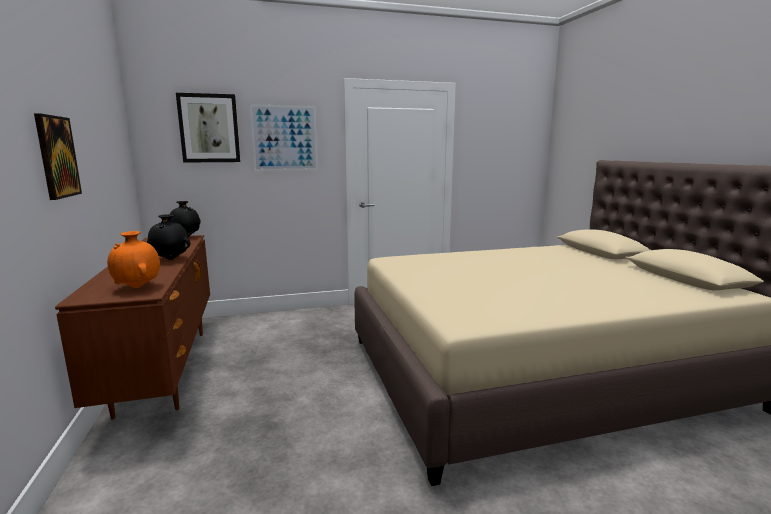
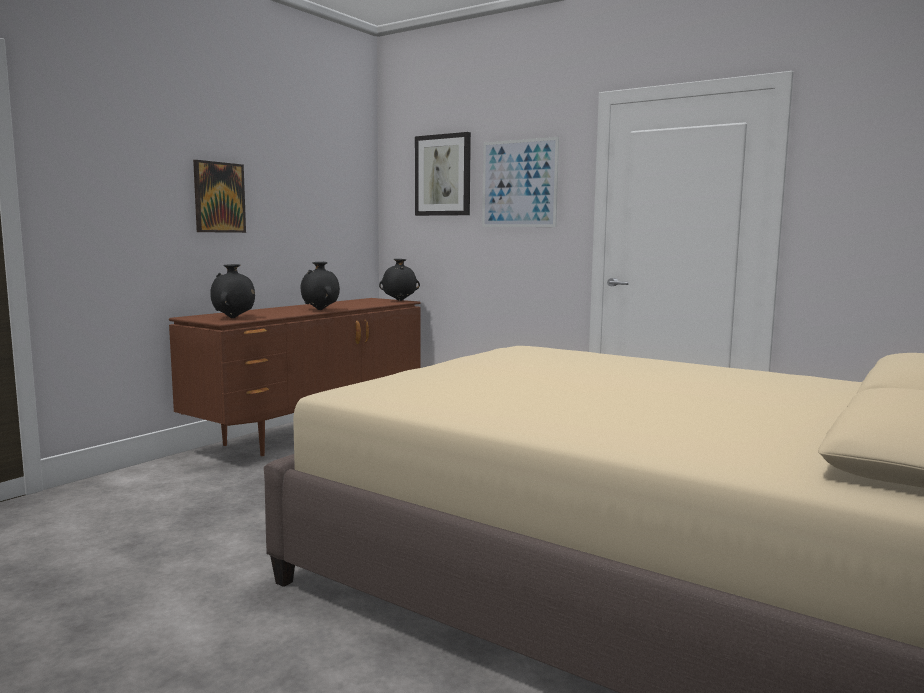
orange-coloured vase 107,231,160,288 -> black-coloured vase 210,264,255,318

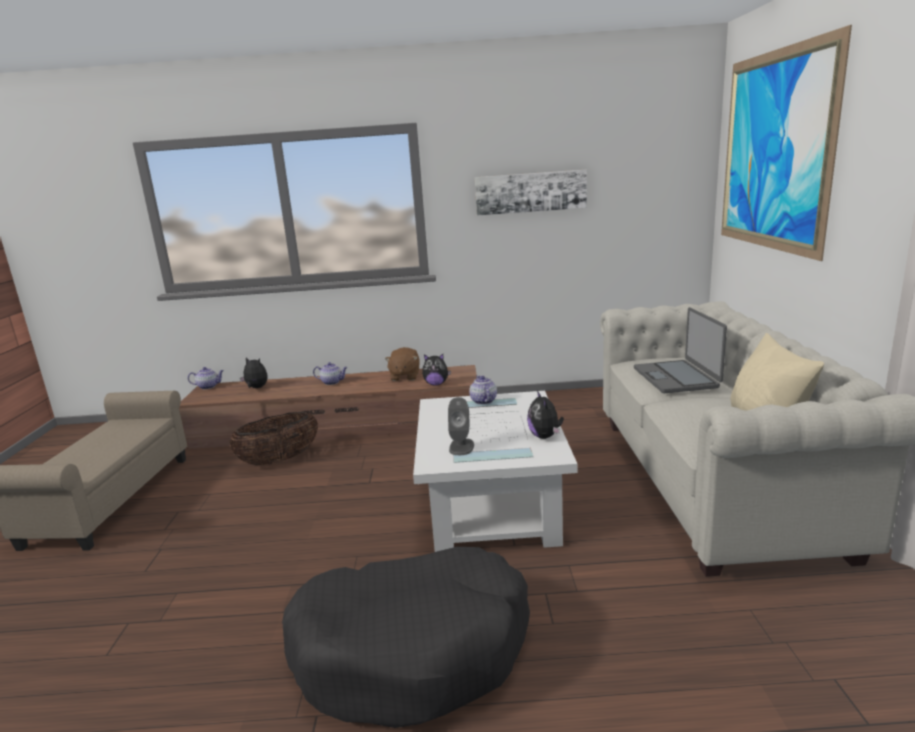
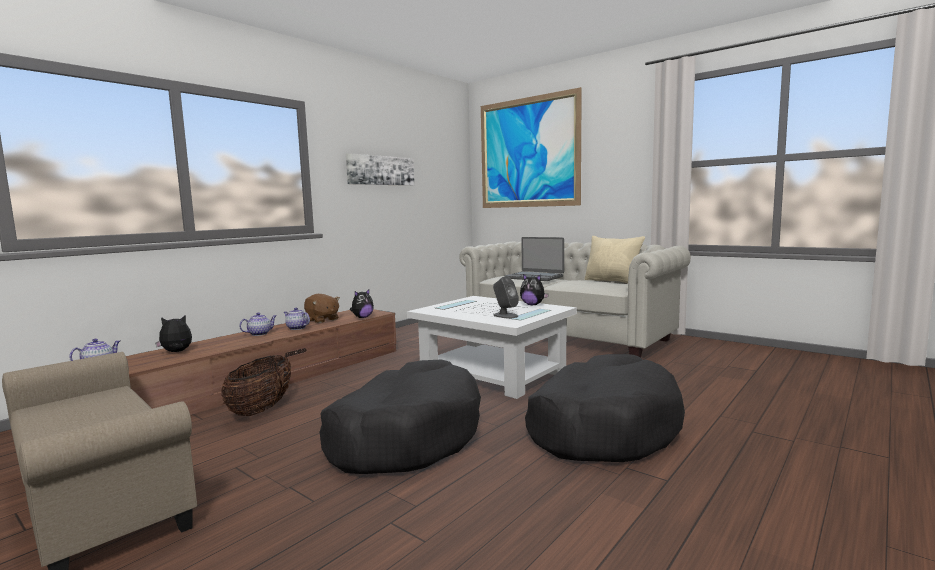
pot for tea 469,376,497,405 -> pot for tea 284,308,310,330, relocated
none -> black-coloured dog bed 320,360,481,474

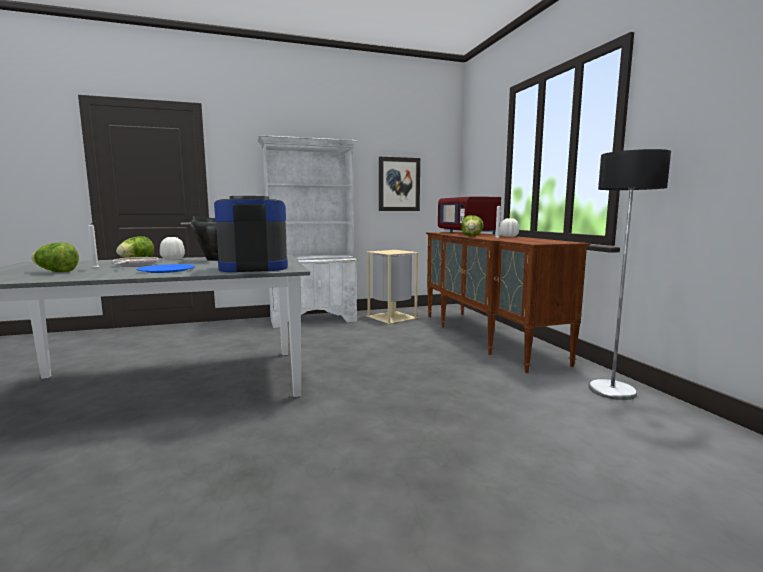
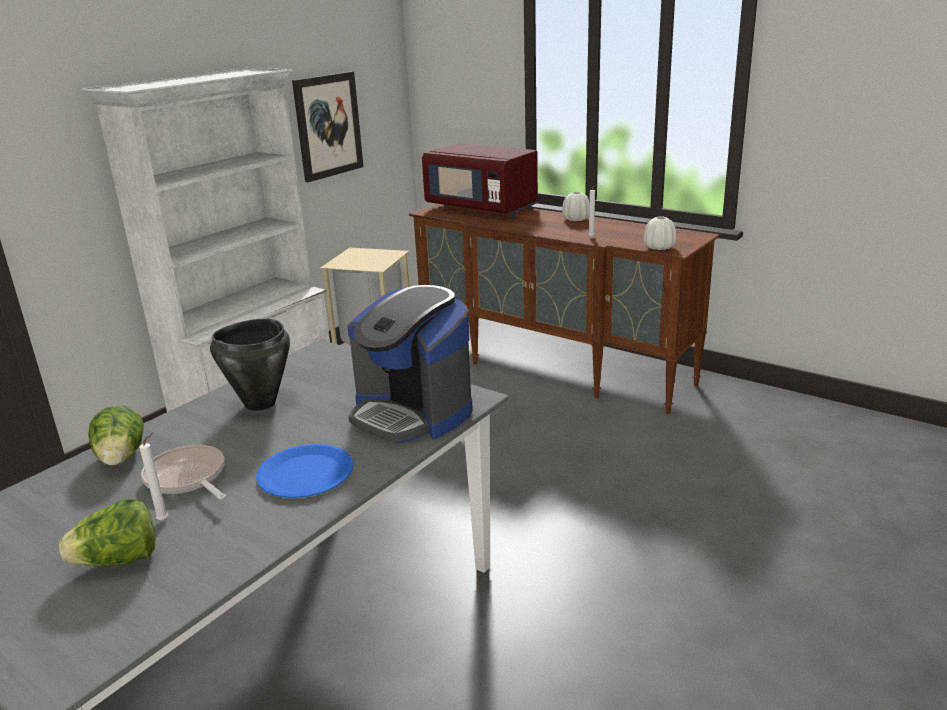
whitish vase 160,237,185,260 -> whitish vase 644,217,676,250, relocated
coffee brewer 214,196,288,272 -> coffee brewer 348,285,473,443, 90 degrees counterclockwise
head of lettuce 461,215,484,236 -> none
standing lamp 589,149,671,400 -> none

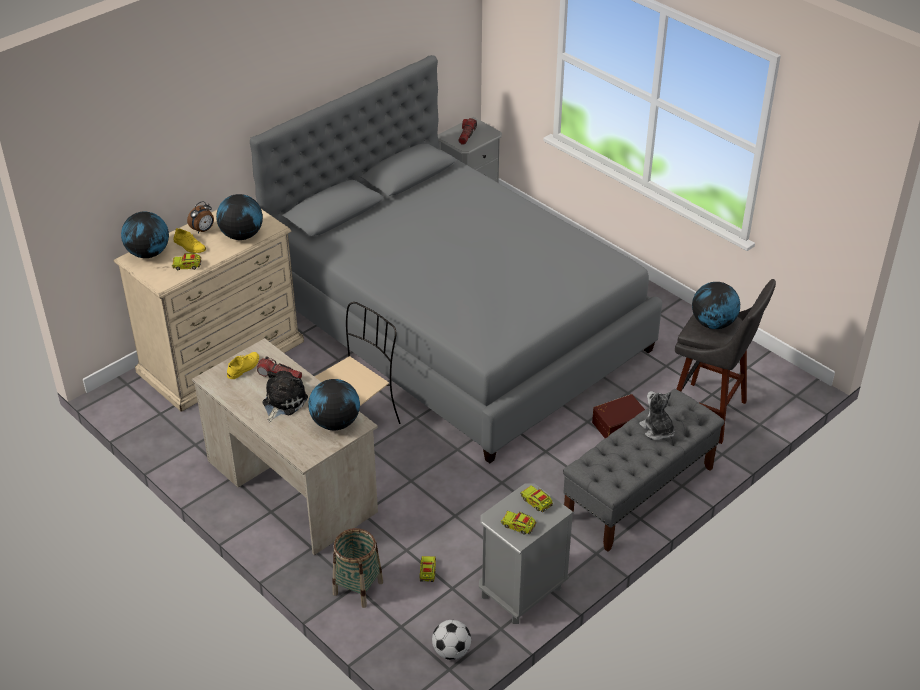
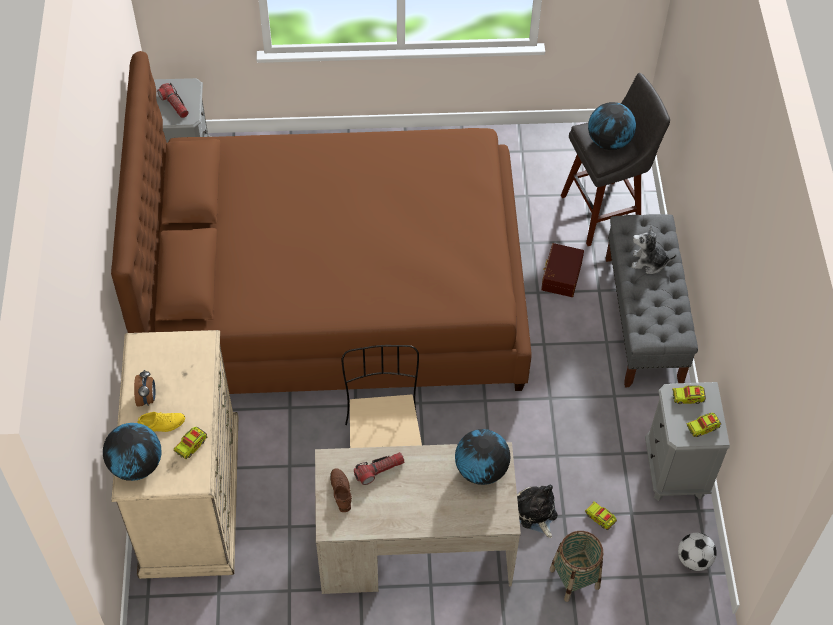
globe 216,194,263,240 -> none
yellowish low shoe 227,352,259,379 -> brown low shoe 330,468,352,512
grey bedroom bed 250,55,662,463 -> brown bedroom bed 111,51,532,394
cuddly toy 263,371,308,422 -> cuddly toy 517,485,557,538, relocated

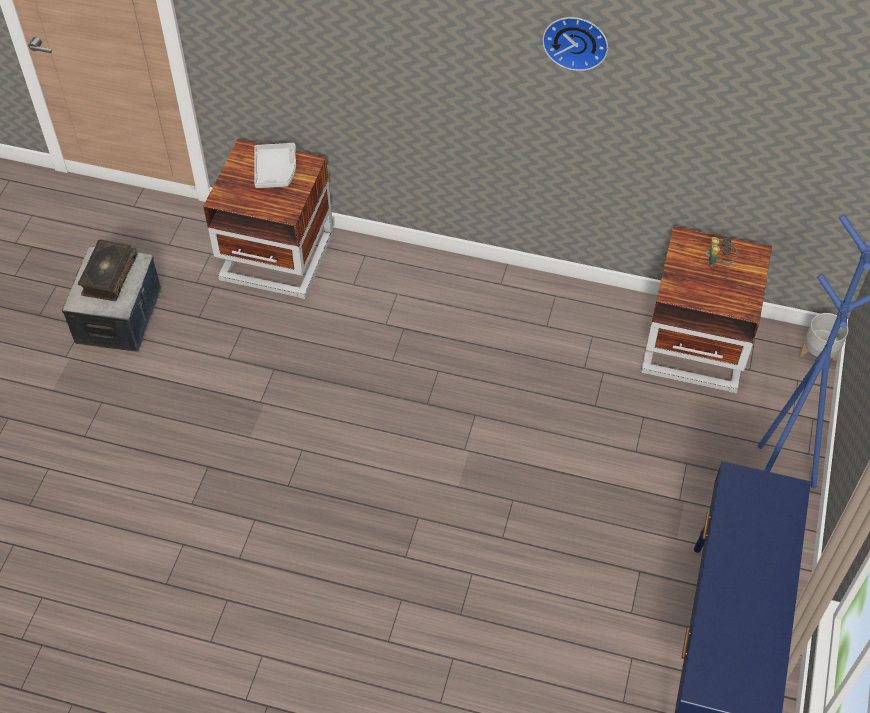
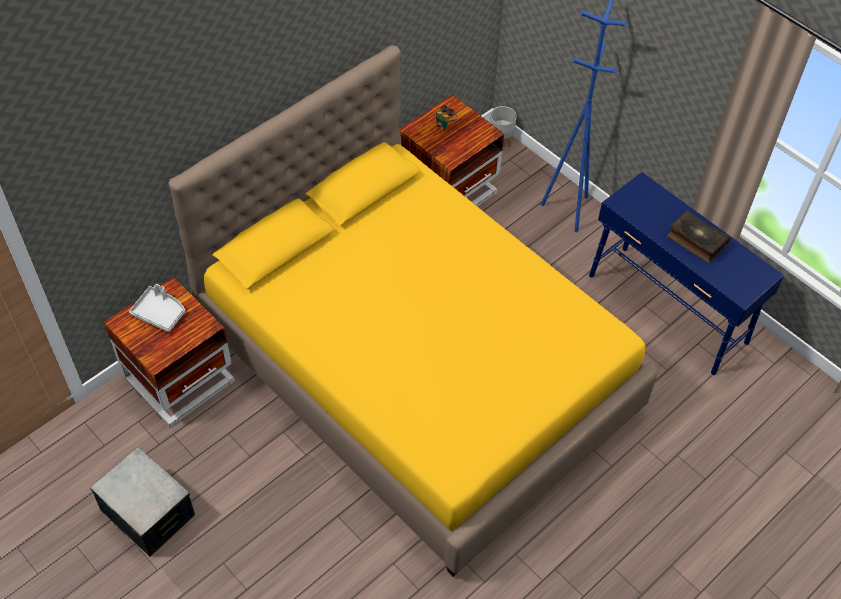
bound book 78,239,138,301 -> bound book 667,210,730,263, relocated
hanging clock 542,17,608,71 -> none
none -> yellowish bedroom bed 169,45,659,577

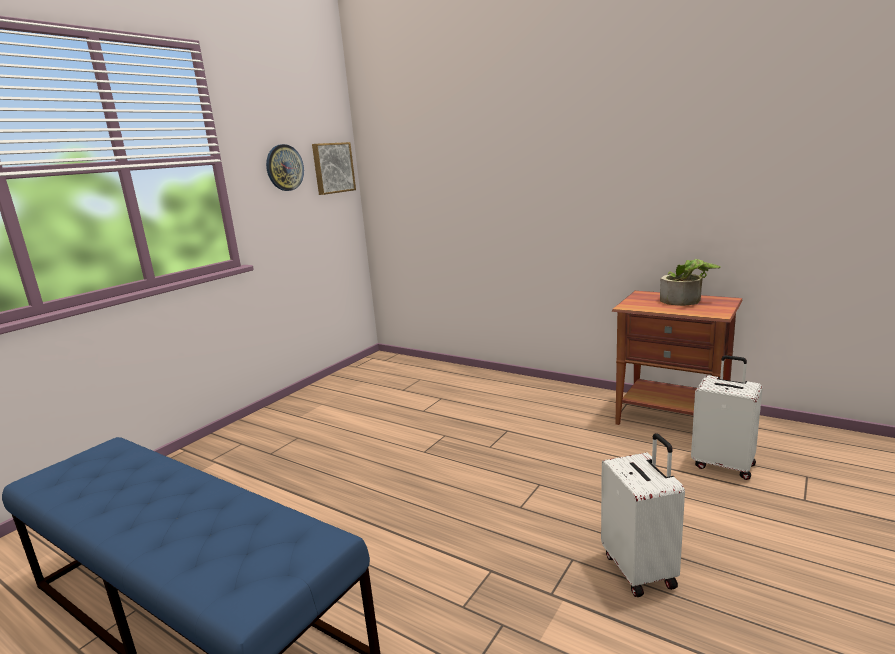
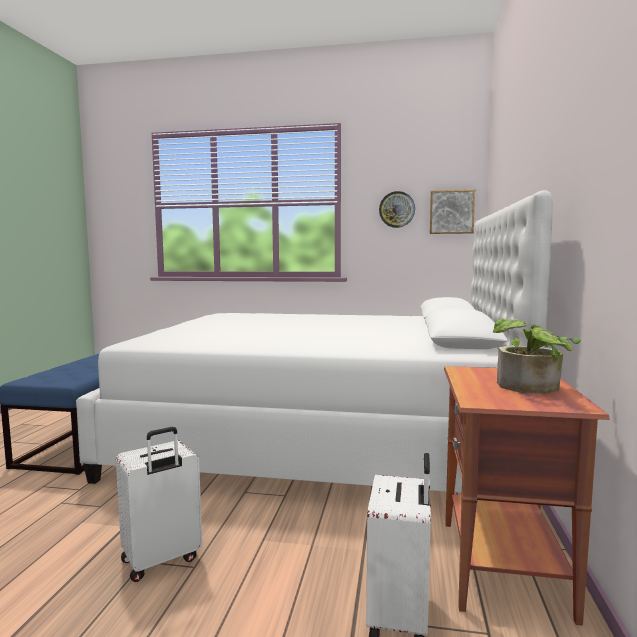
none -> whitish bedroom bed 76,190,553,493

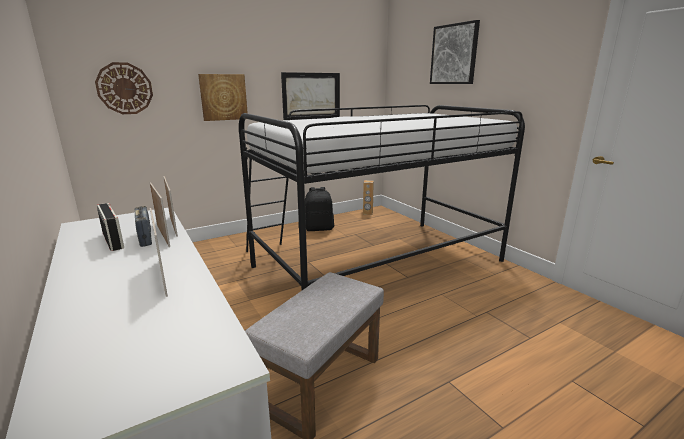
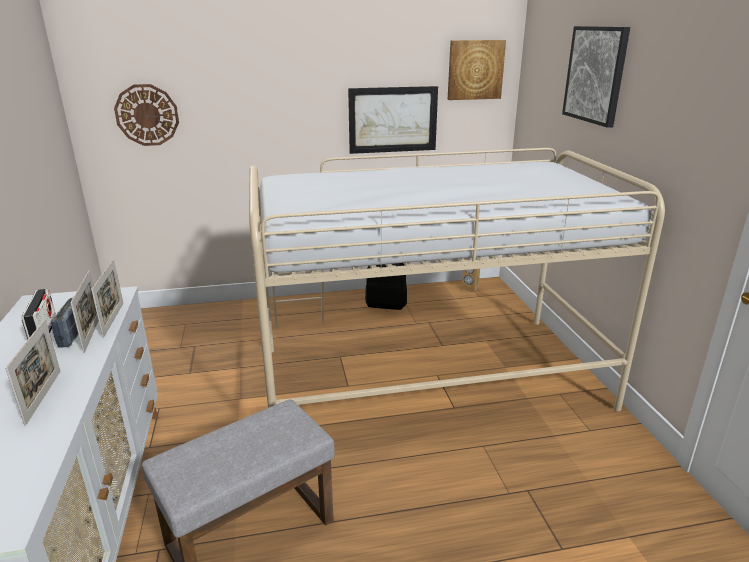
wall picture 198,74,248,121 -> wall picture 447,40,506,100, relocated
black-coloured bedroom bed 239,105,525,291 -> beige bedroom bed 249,148,665,411

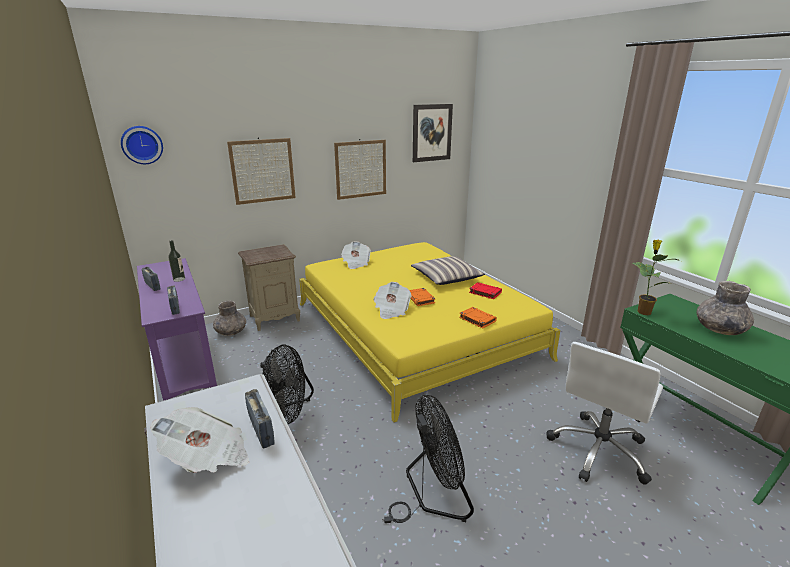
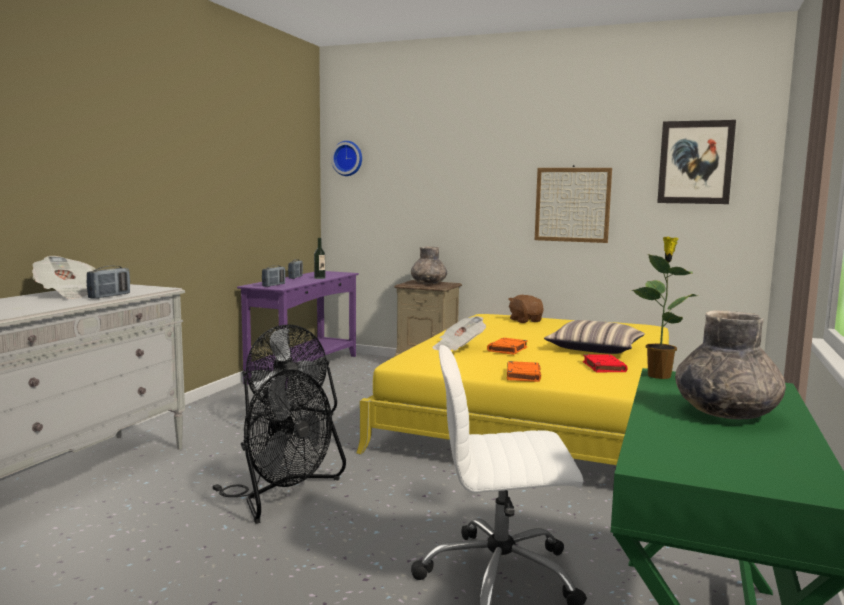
grey vase 213,301,246,336 -> grey vase 411,247,447,284, relocated
wall picture 227,137,296,205 -> none
newspaper 341,241,371,269 -> brown cuddly toy 508,295,544,323

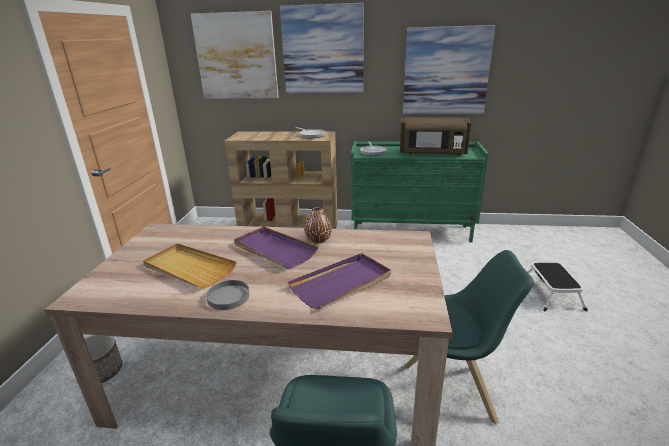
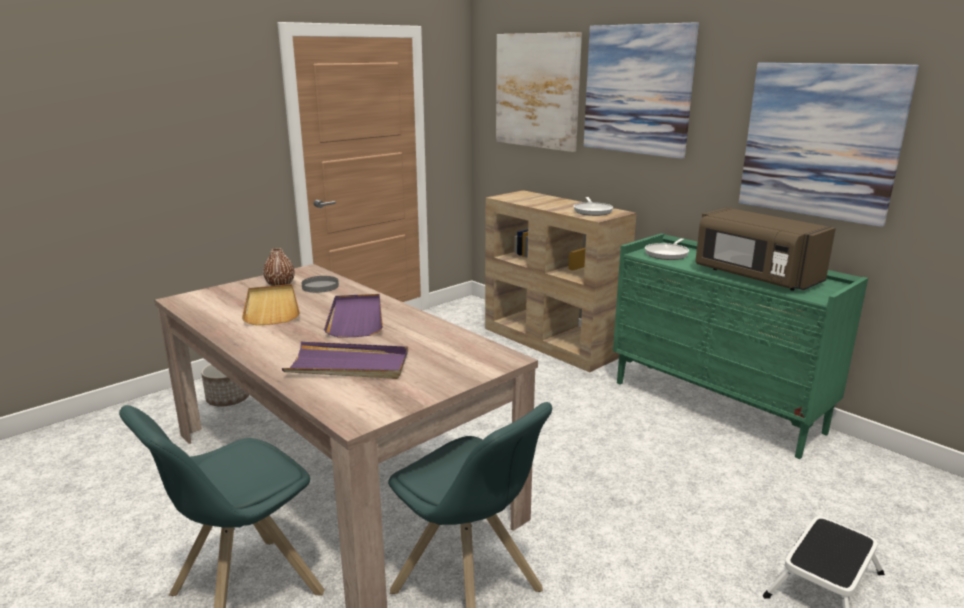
grey plate 206,280,250,310 -> grey plate 301,276,339,293, relocated
brown vase 304,207,332,243 -> brown vase 263,248,295,286, relocated

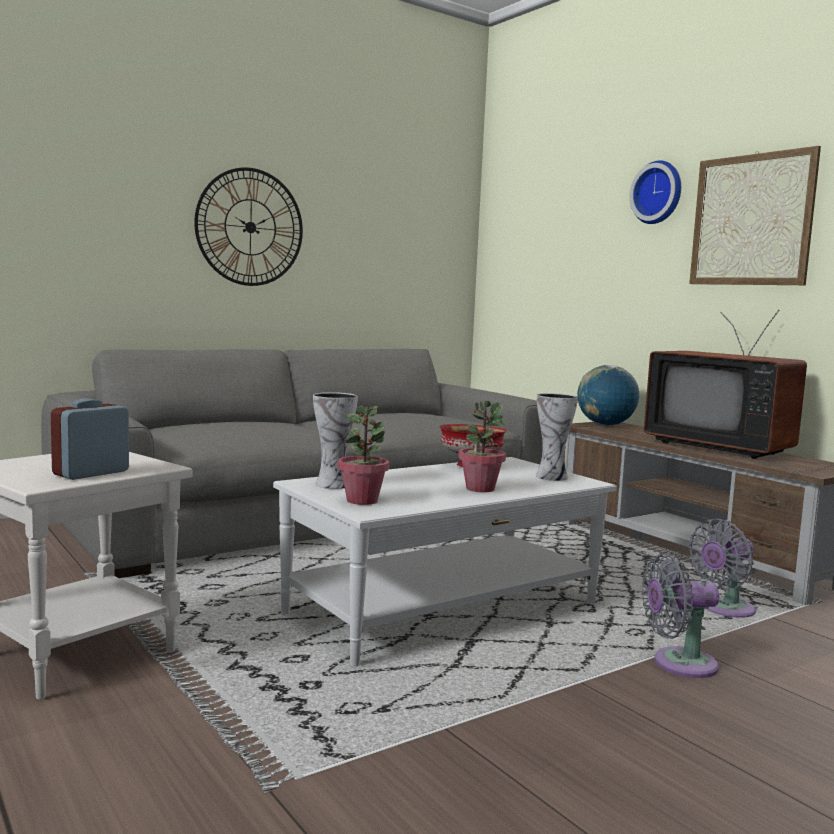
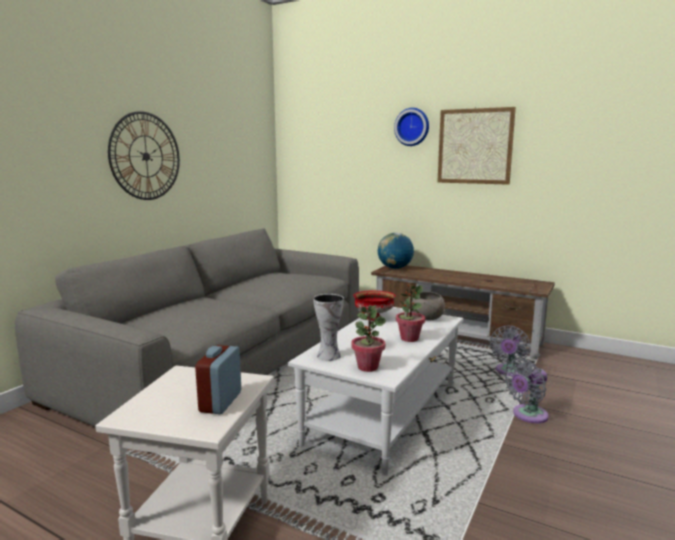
vase 536,393,578,481 -> grey serving bowl 412,292,445,320
television 644,310,807,459 -> none

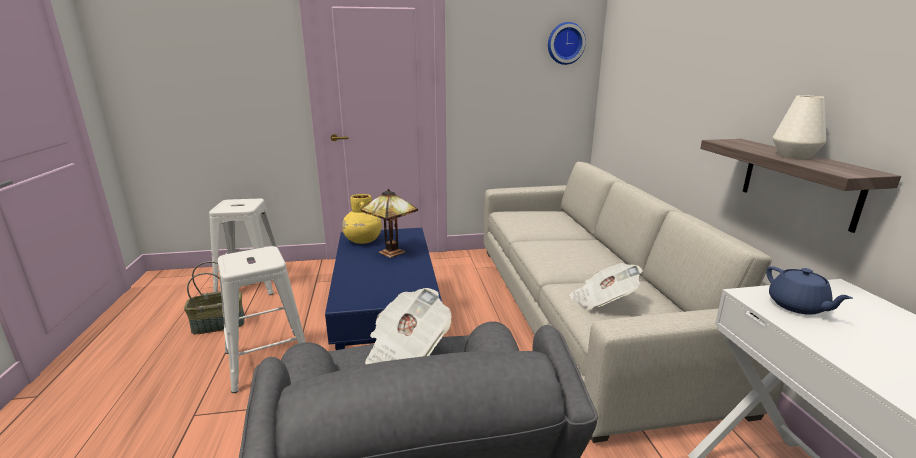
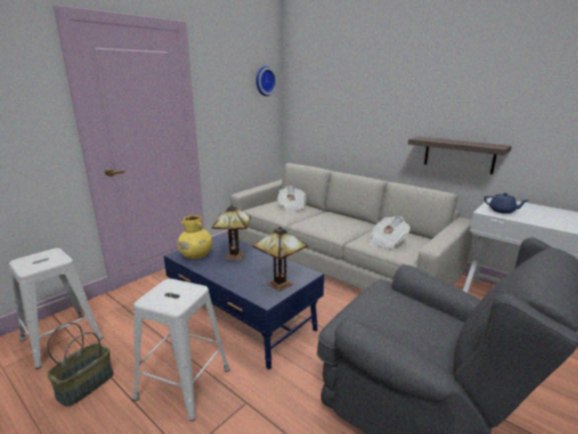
newspaper 365,288,452,364 -> newspaper 277,186,306,212, relocated
whitish vase 773,95,827,159 -> none
none -> lamp for a table 253,226,308,291

